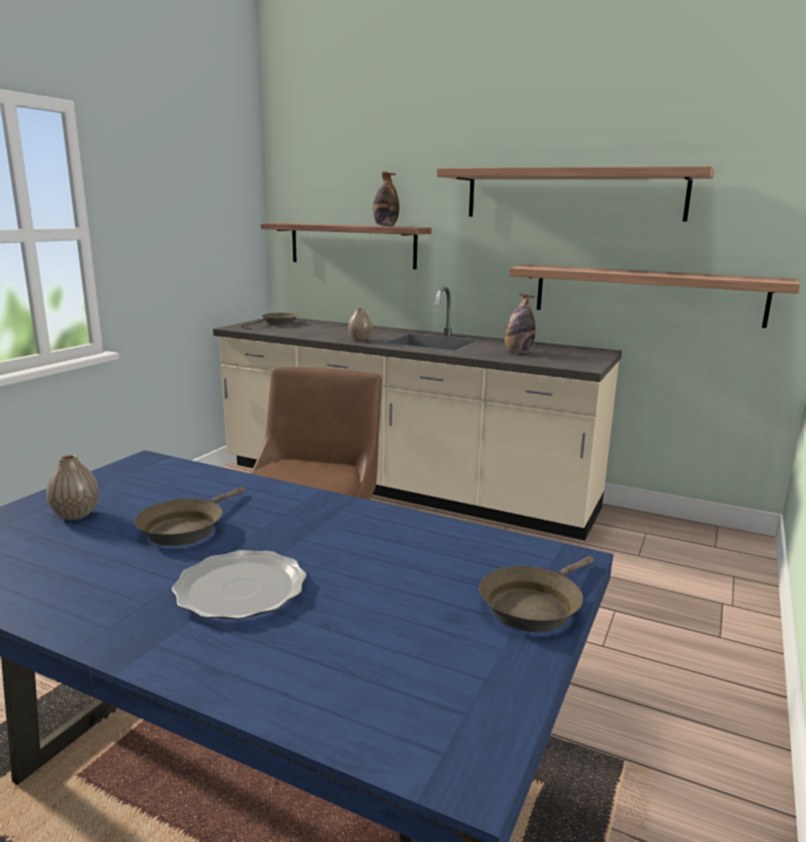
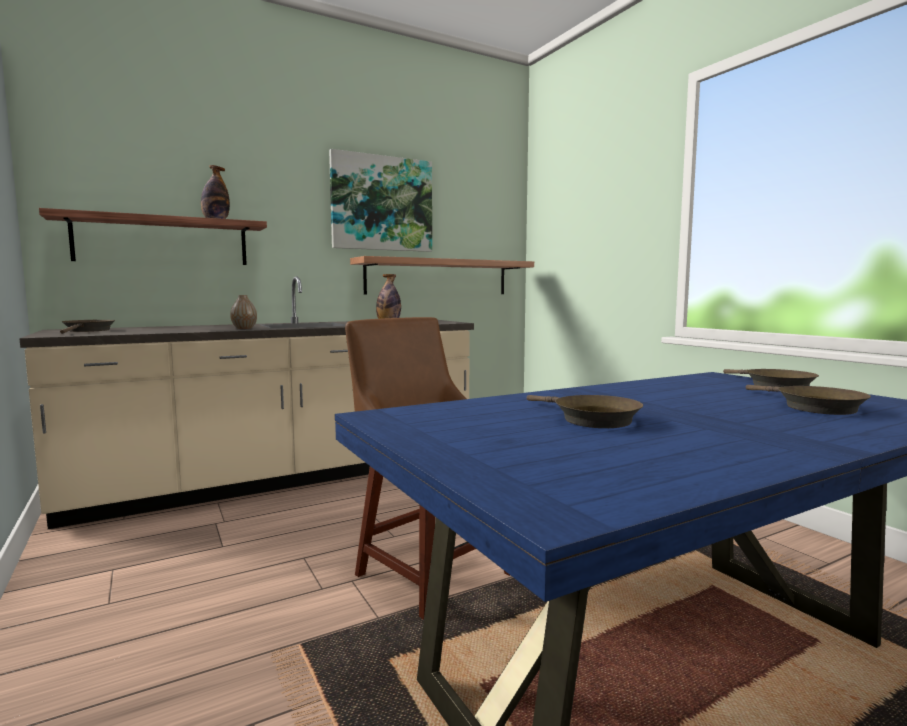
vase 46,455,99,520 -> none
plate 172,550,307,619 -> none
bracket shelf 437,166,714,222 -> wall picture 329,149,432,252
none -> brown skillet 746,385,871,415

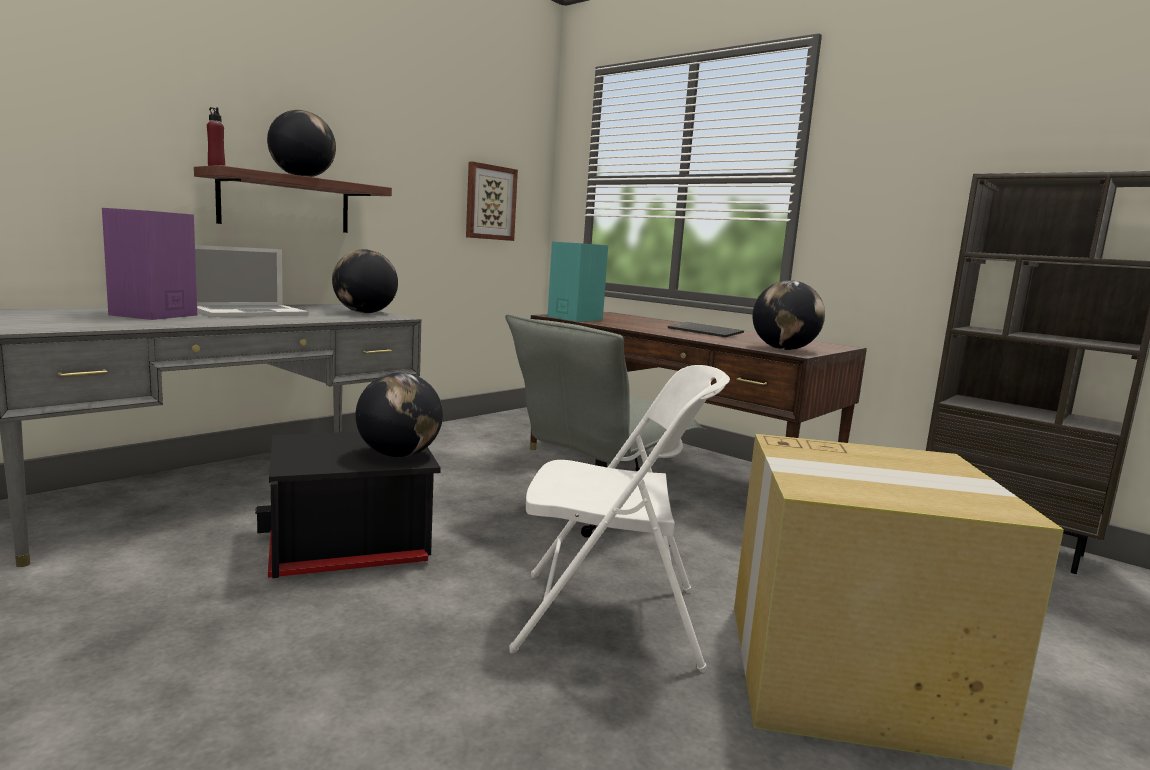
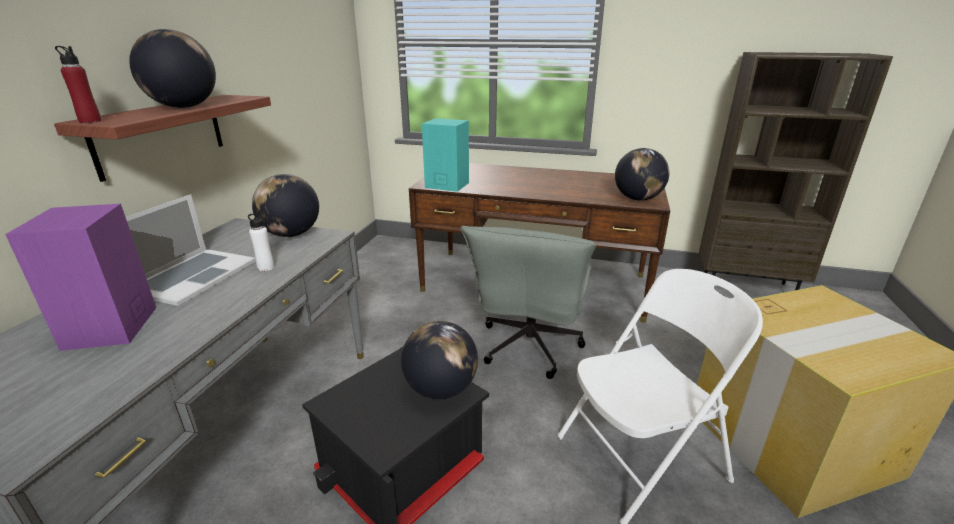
wall picture 466,162,518,241 -> none
PC keyboard 668,322,744,337 -> none
none -> whitish bottle 248,211,274,271

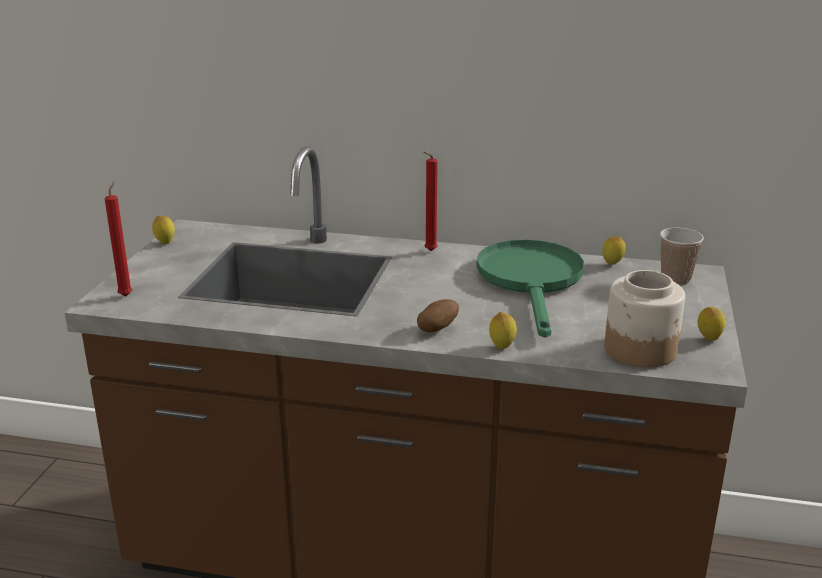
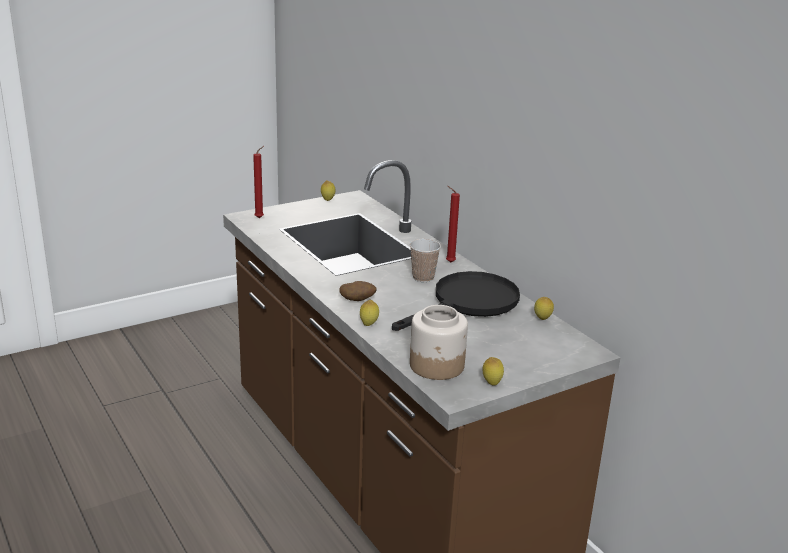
green-coloured skillet 477,240,584,338 -> black-coloured skillet 392,271,520,331
drinking cup 660,228,704,286 -> drinking cup 410,239,441,282, relocated

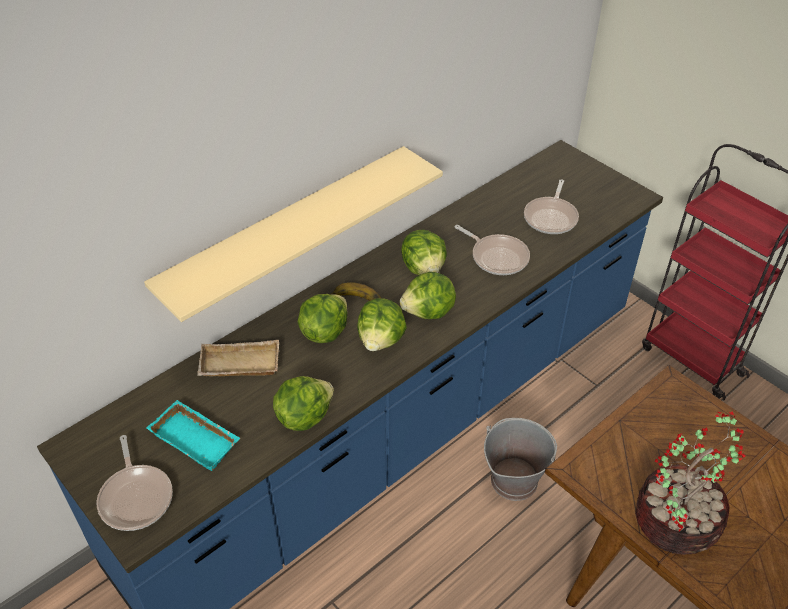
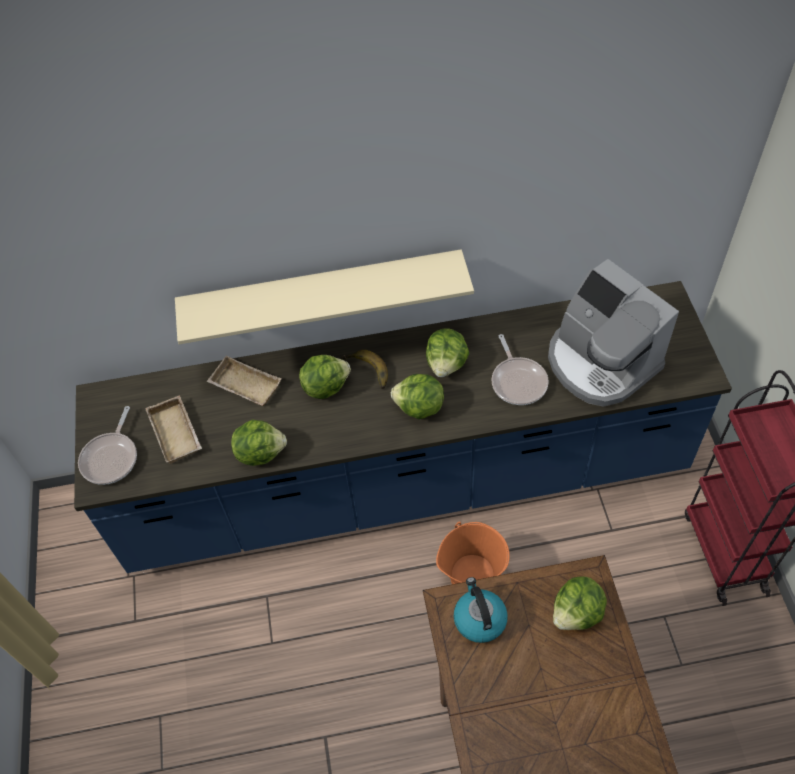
blue-green serving tray 147,400,241,471 -> beige serving tray 145,395,202,464
head of lettuce 357,298,407,351 -> head of lettuce 553,576,607,630, relocated
grey pail 484,418,557,501 -> orange-coloured pail 436,522,510,584
skillet 524,180,579,234 -> coffee brewer 548,259,679,407
plant in a pot 635,411,746,555 -> none
none -> water kettle 454,577,508,643

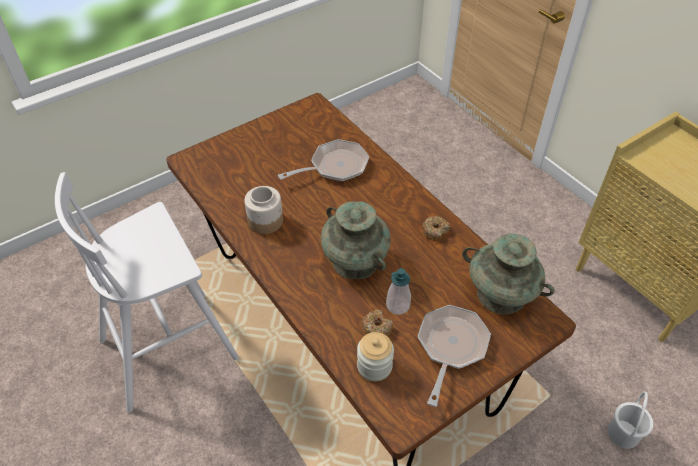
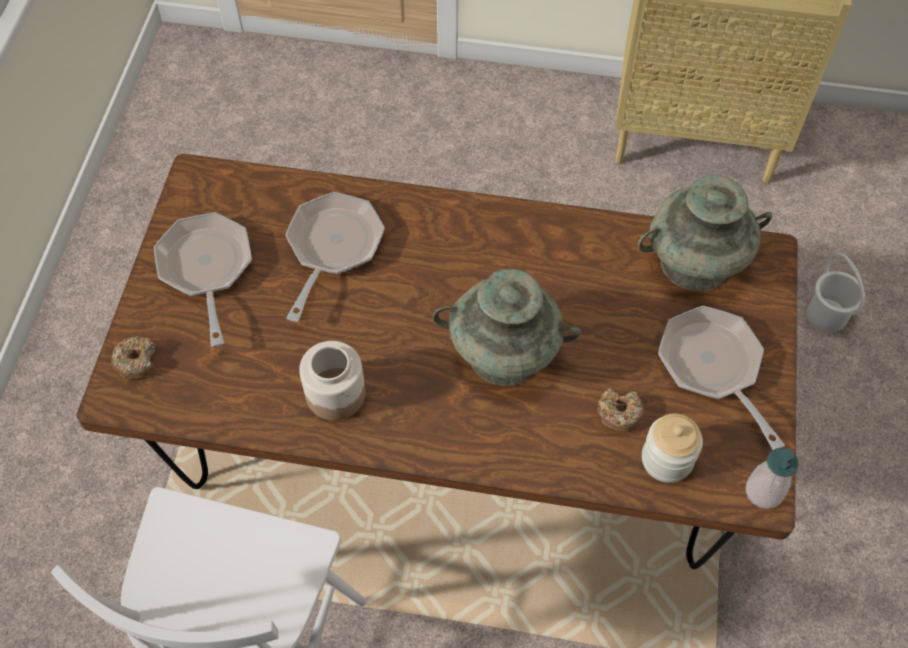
soap bottle 386,268,411,315 -> soap bottle 746,448,798,509, relocated
ring doughnut 422,216,450,241 -> ring doughnut 111,336,155,379, relocated
none -> skillet 154,212,252,347

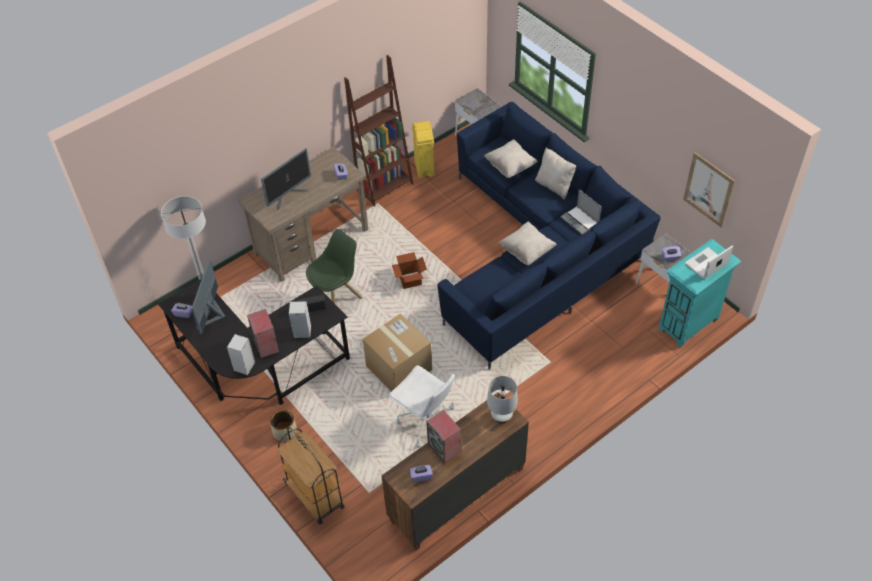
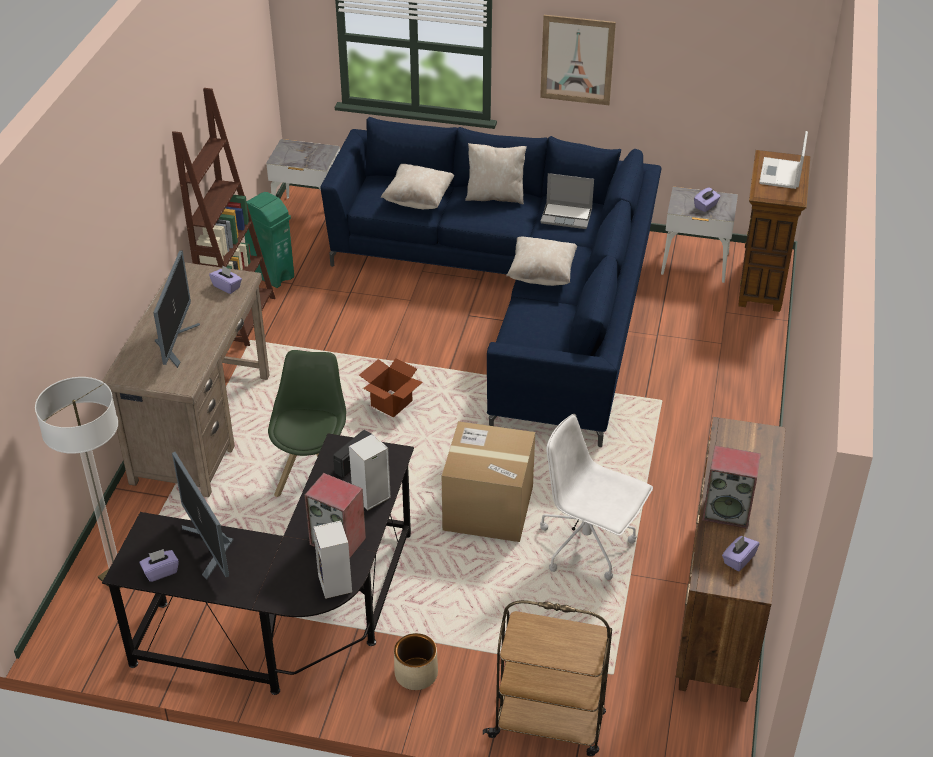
whitish desk chair 388,365,455,448 -> whitish desk chair 540,414,653,580, 150 degrees counterclockwise
yellowish rubbish bin 412,121,434,178 -> green-coloured rubbish bin 245,192,294,288
whitish lamp for a table 487,376,518,423 -> none
blue-green cupboard 659,239,742,348 -> brown cupboard 739,150,810,312
wall picture 683,152,735,228 -> wall picture 540,15,616,105, relocated

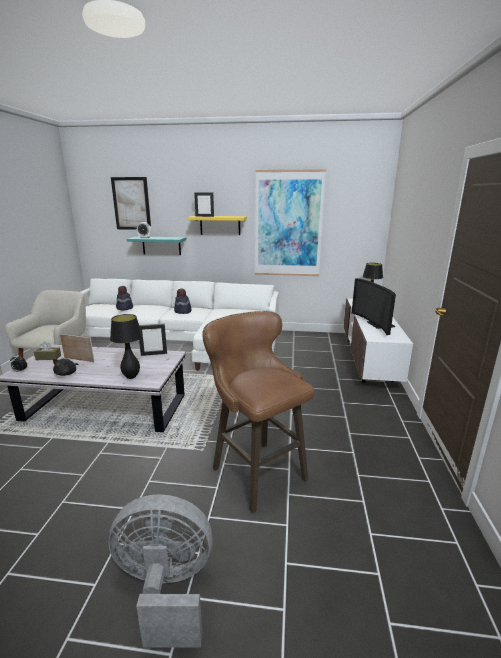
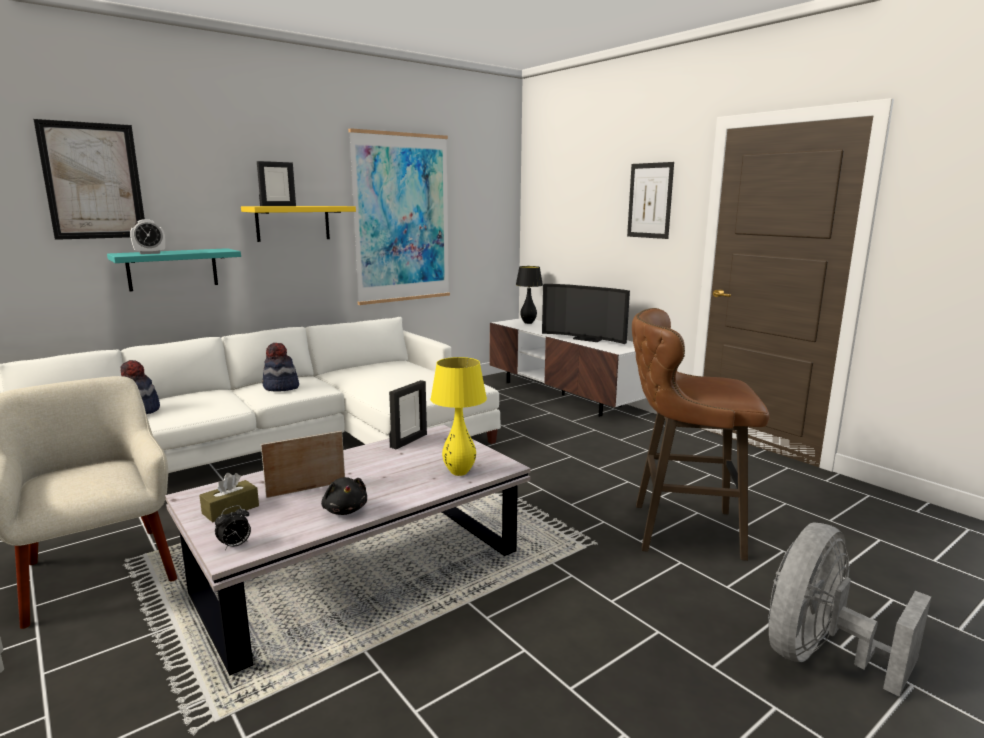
black-coloured lamp for a table 110,314,143,379 -> yellowish lamp for a table 430,357,487,476
none -> wall picture 627,162,674,239

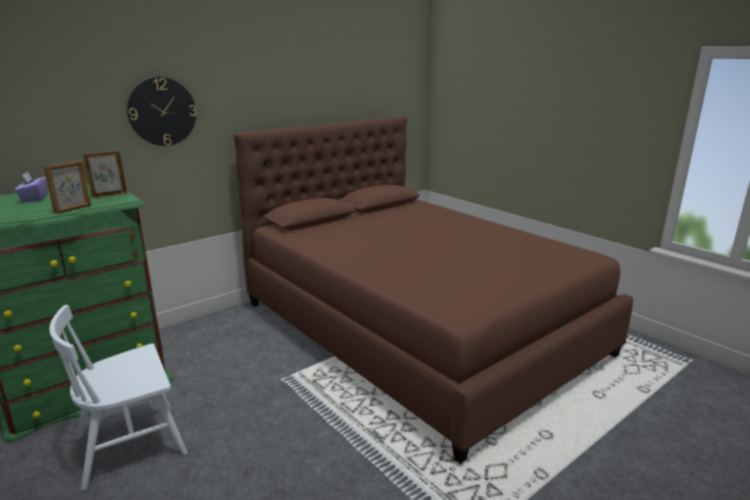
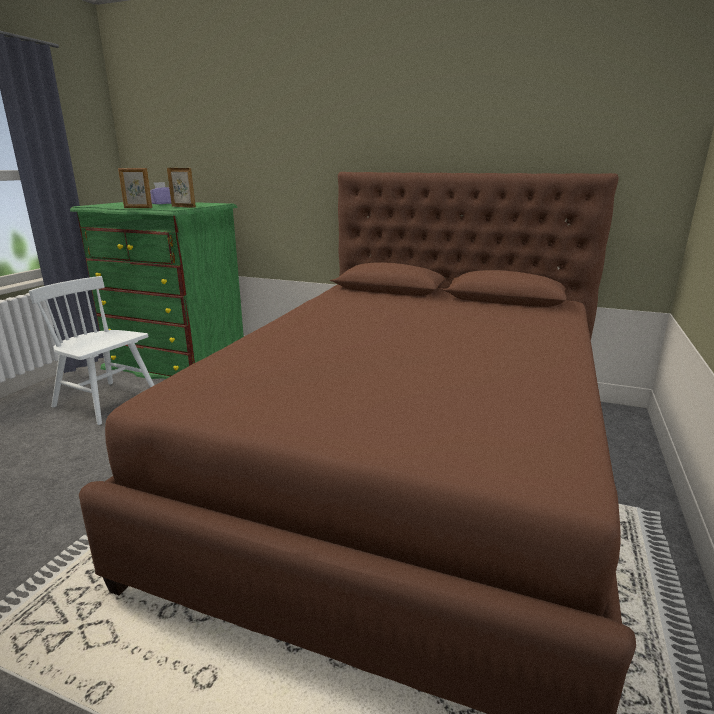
hanging clock 127,77,197,146 -> none

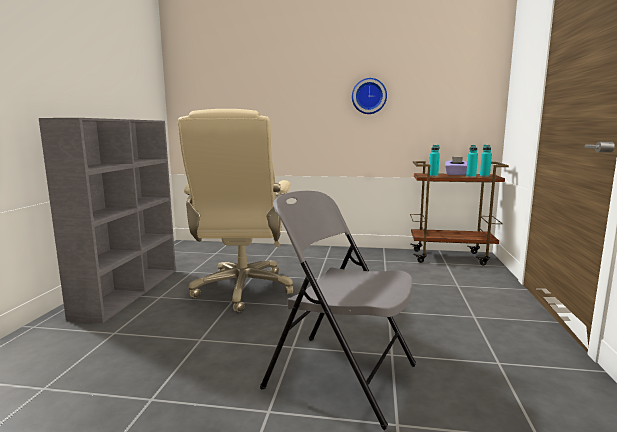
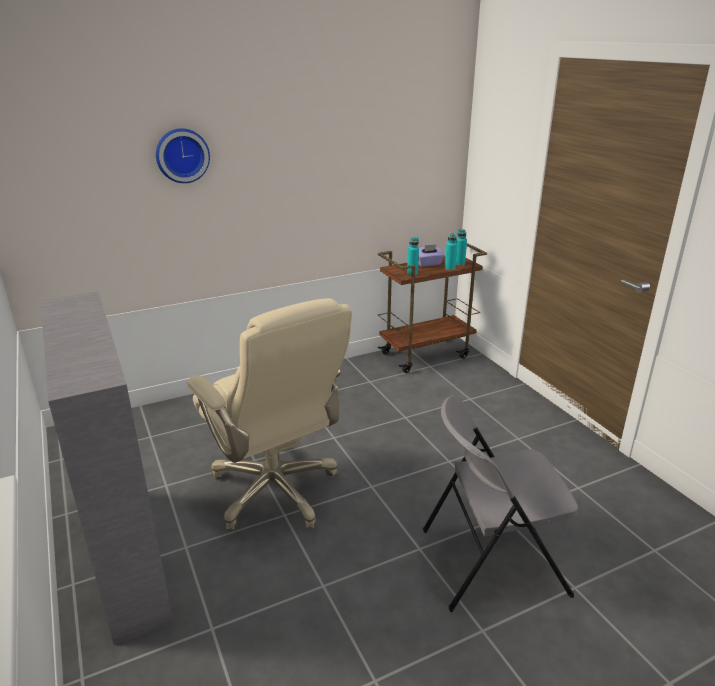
hanging clock 352,78,387,114 -> hanging clock 156,128,210,183, relocated

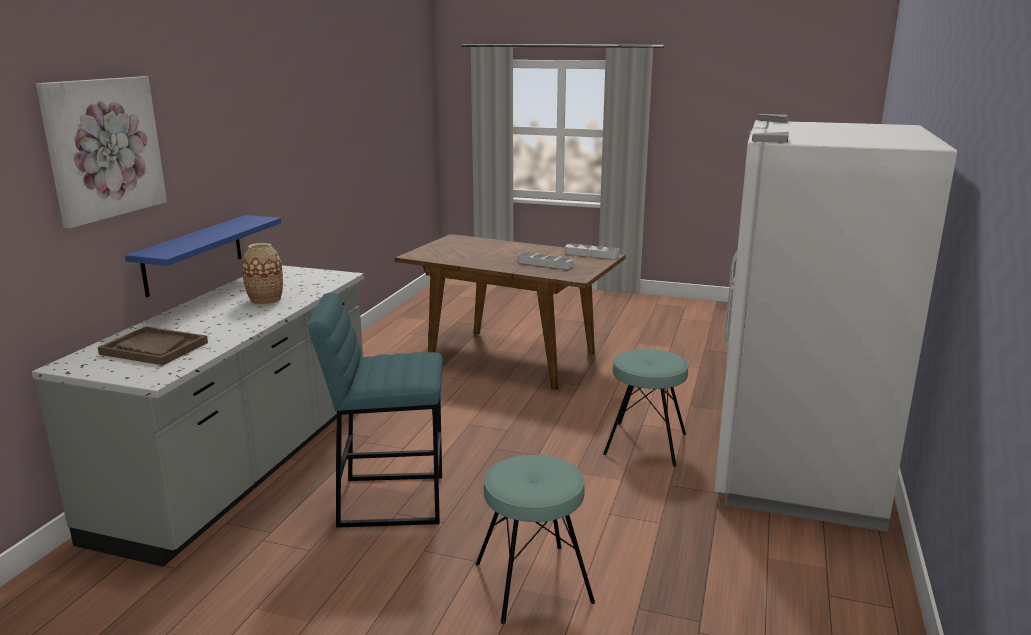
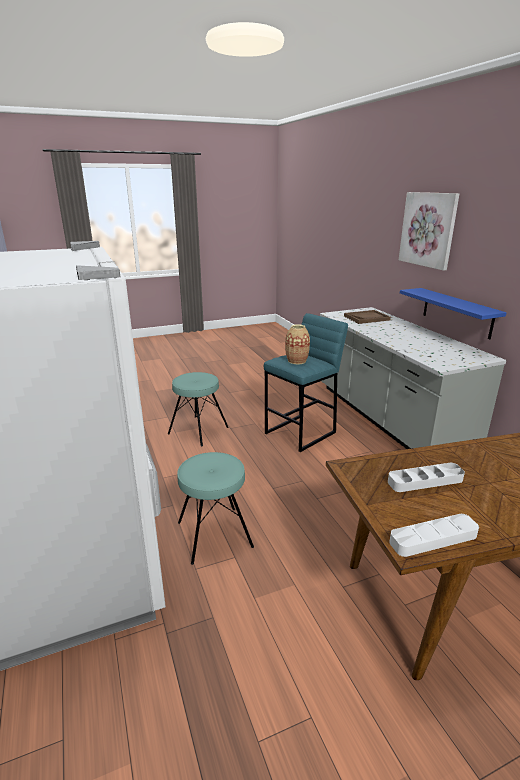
vase 242,243,283,305 -> vase 285,324,310,364, relocated

